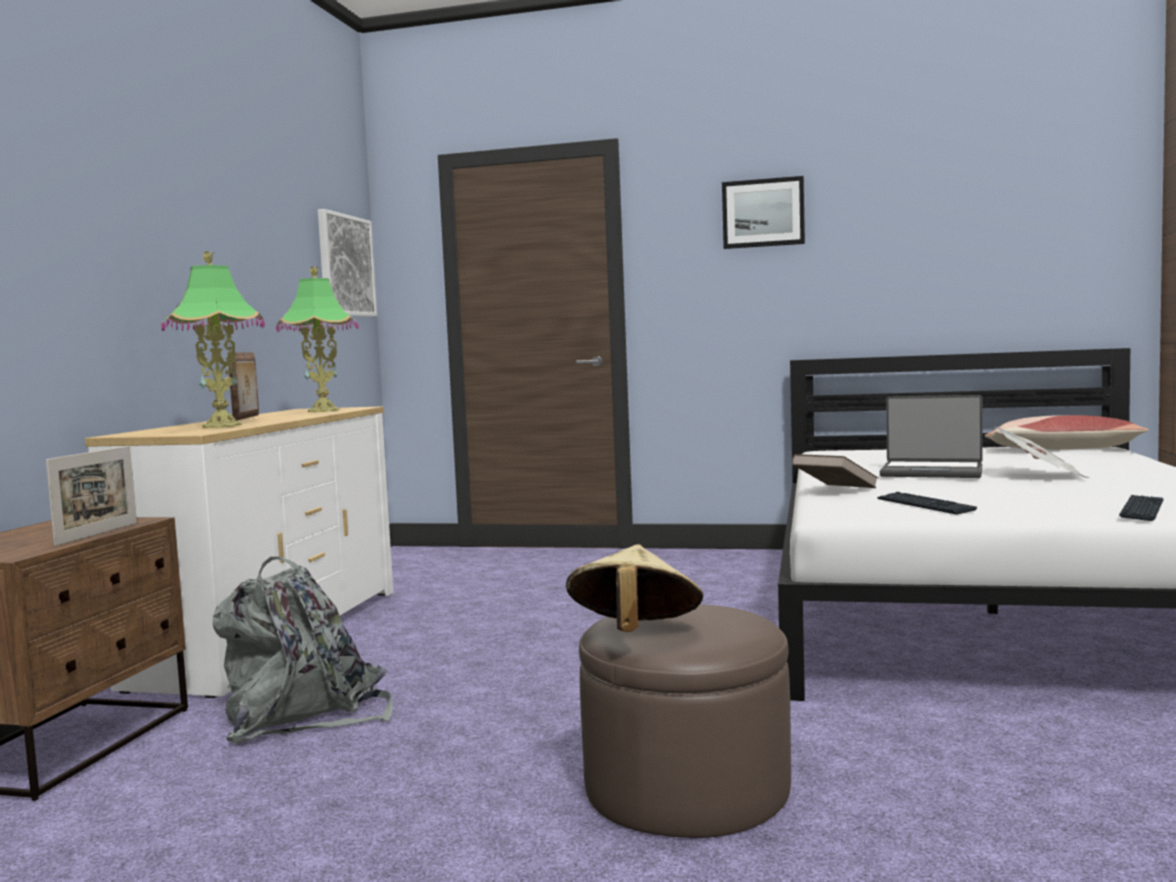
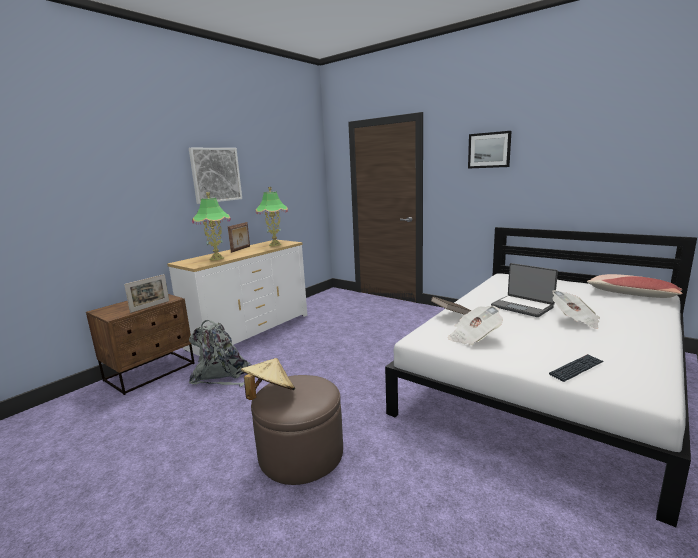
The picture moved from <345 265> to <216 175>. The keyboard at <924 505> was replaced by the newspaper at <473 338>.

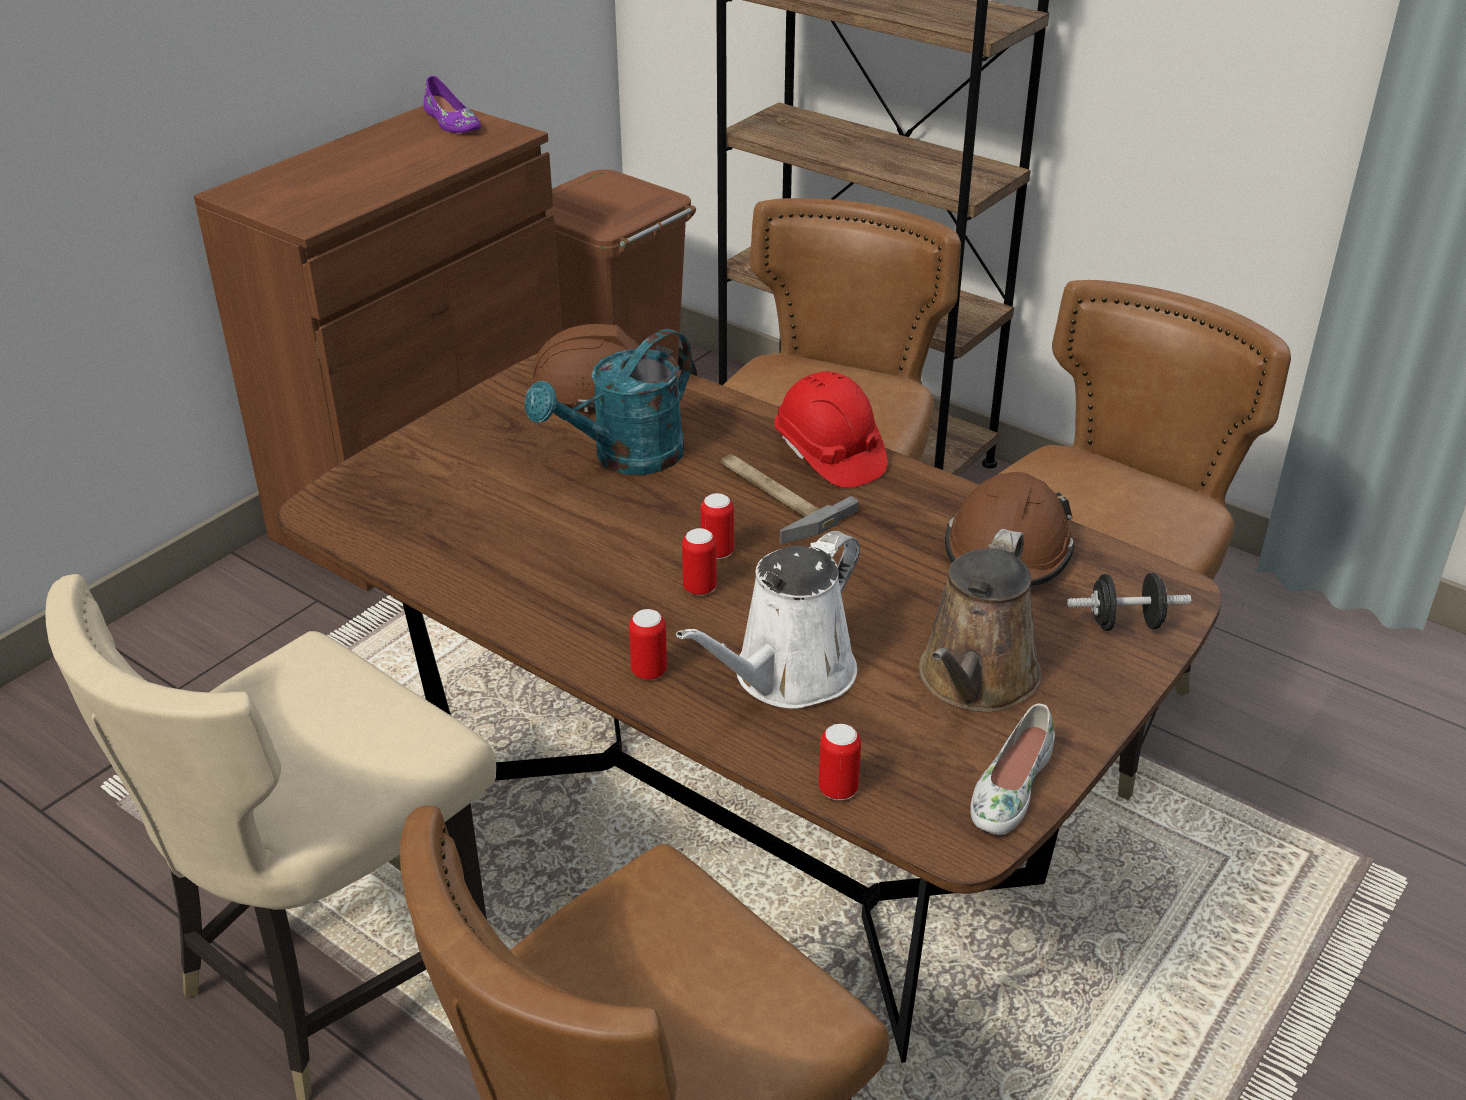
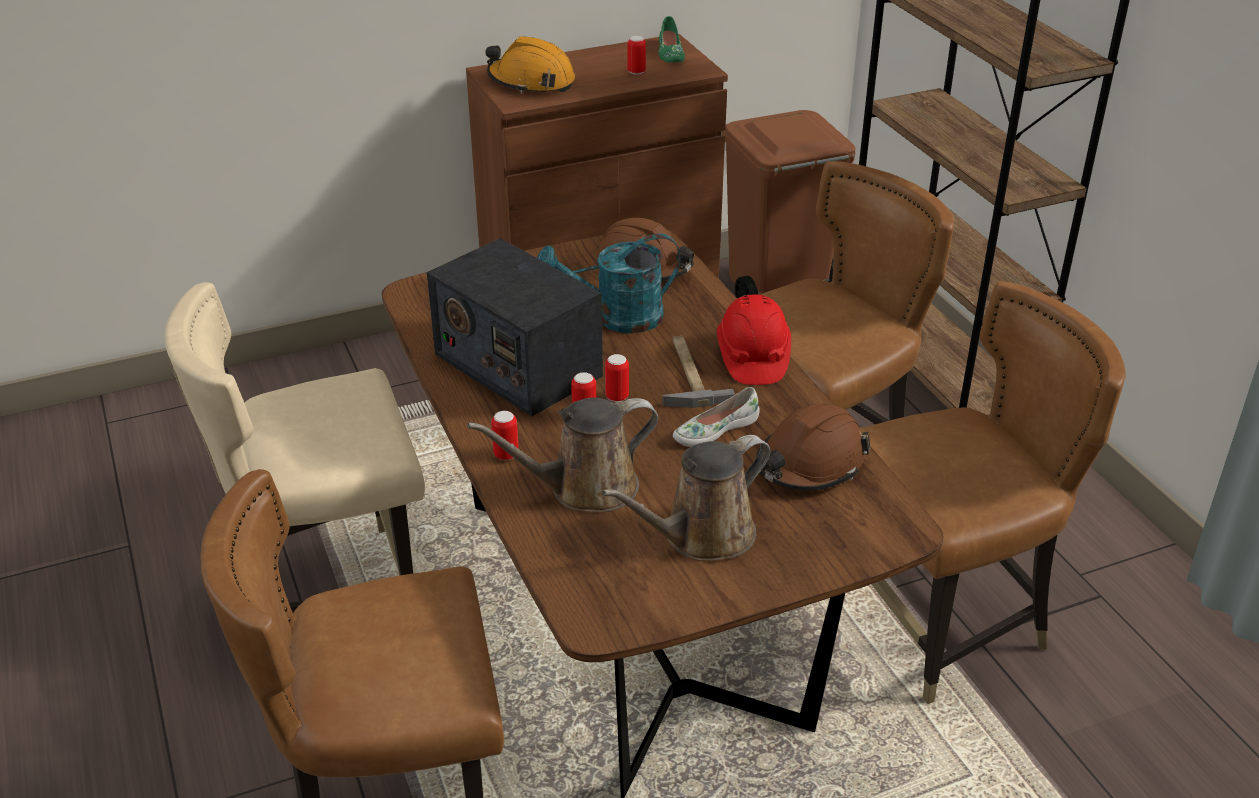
The shoe in purple at <451 122> became the shoe in green at <670 52>. The watering can in white at <787 677> became the watering can in brown at <585 488>. The can moved from <838 789> to <636 72>. The shoe in white moved from <1009 787> to <715 429>. The dumbbell in black at <1125 623> disappeared. The radio at <517 364> appeared. The hard hat in orange at <531 82> appeared.

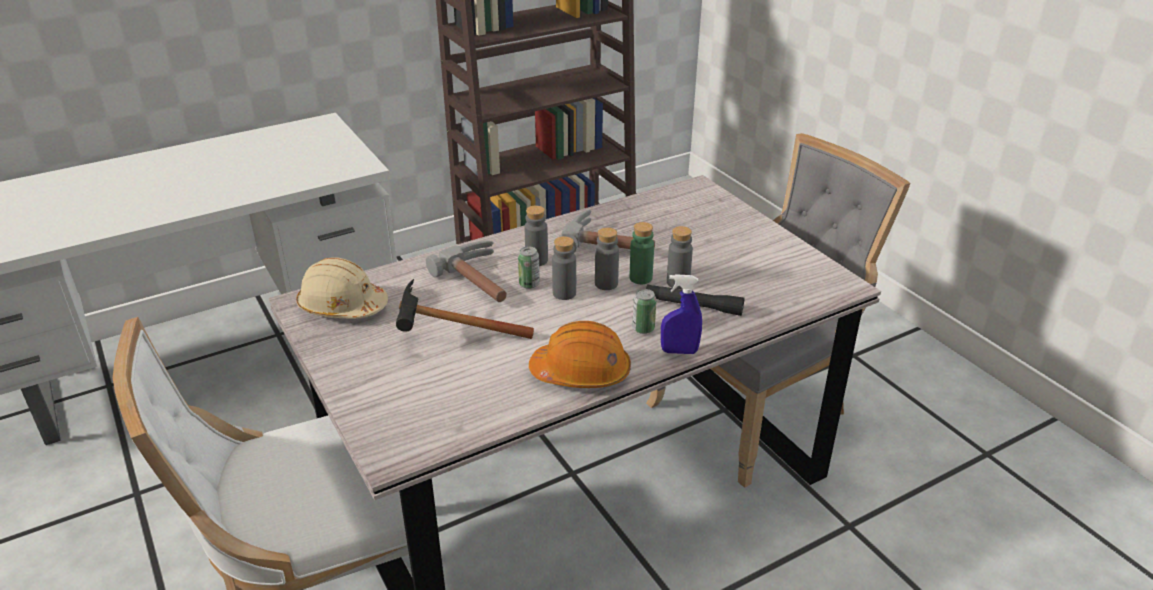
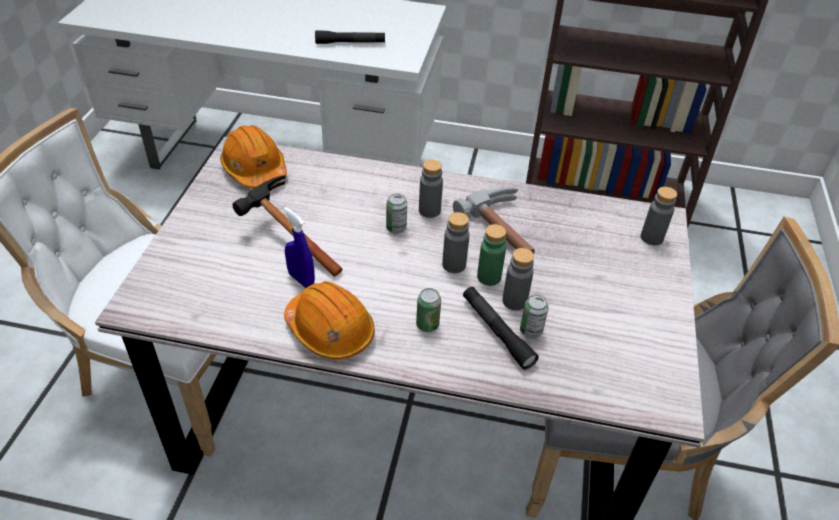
The hard hat in beige at <342 306> became the hard hat in orange at <254 170>. The hammer at <483 280> disappeared. The bottle in grey moved from <564 293> to <651 237>. The spray bottle in blue moved from <679 351> to <301 279>. The flashlight in black at <350 43> appeared. The can at <531 331> appeared.

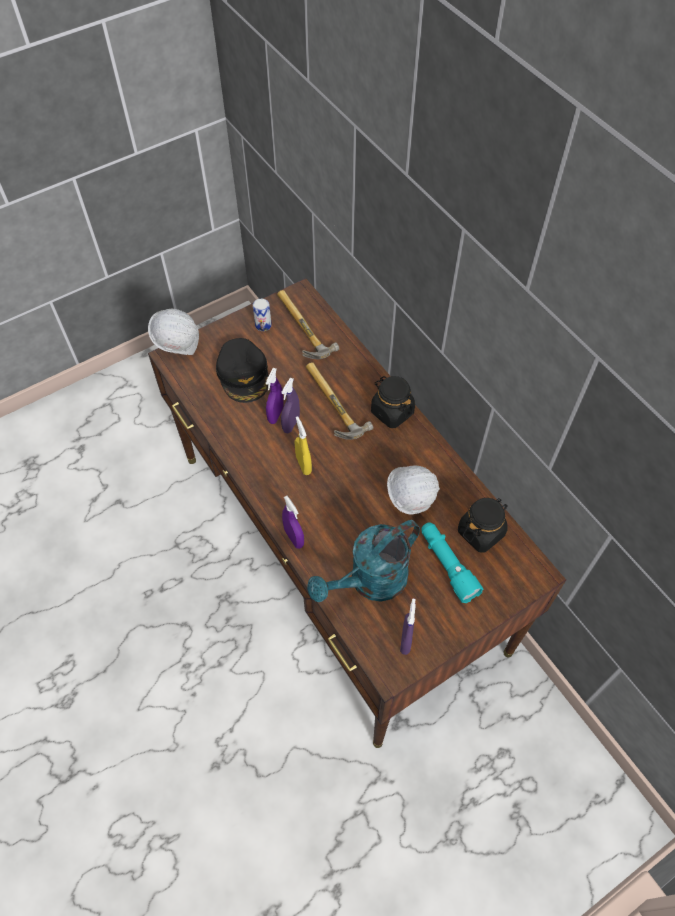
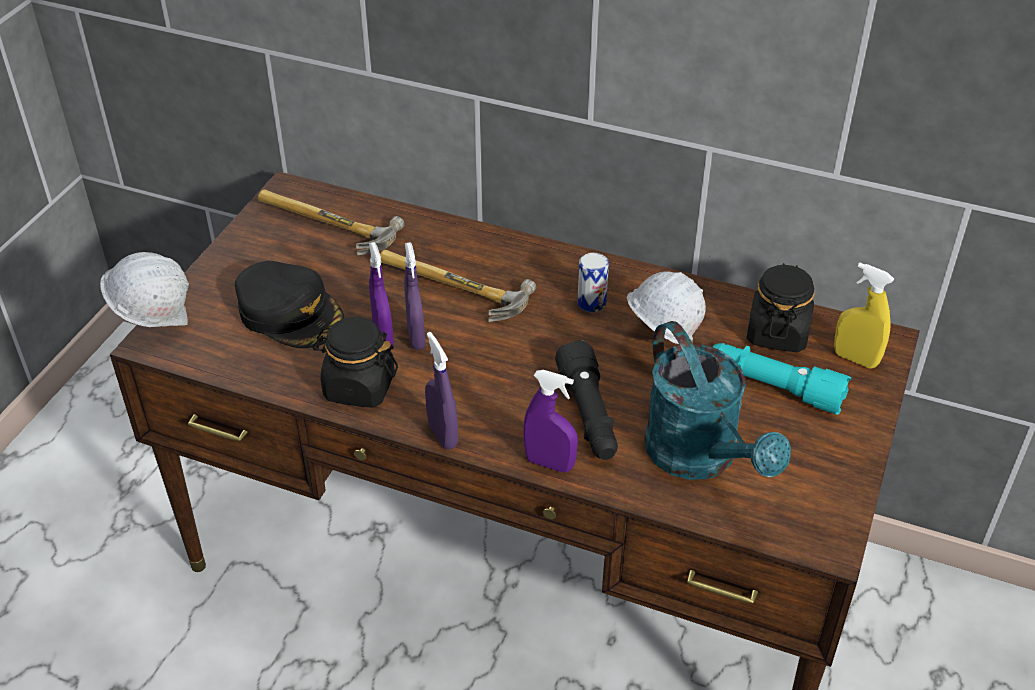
The can moved from <263 325> to <591 303>. The spray bottle in yellow moved from <303 465> to <855 359>. The watering can in turquoise at <370 582> turned 45 degrees counterclockwise. The jar in black moved from <392 412> to <359 387>. The spray bottle in purple moved from <406 640> to <442 435>. The flashlight in black at <589 416> appeared.

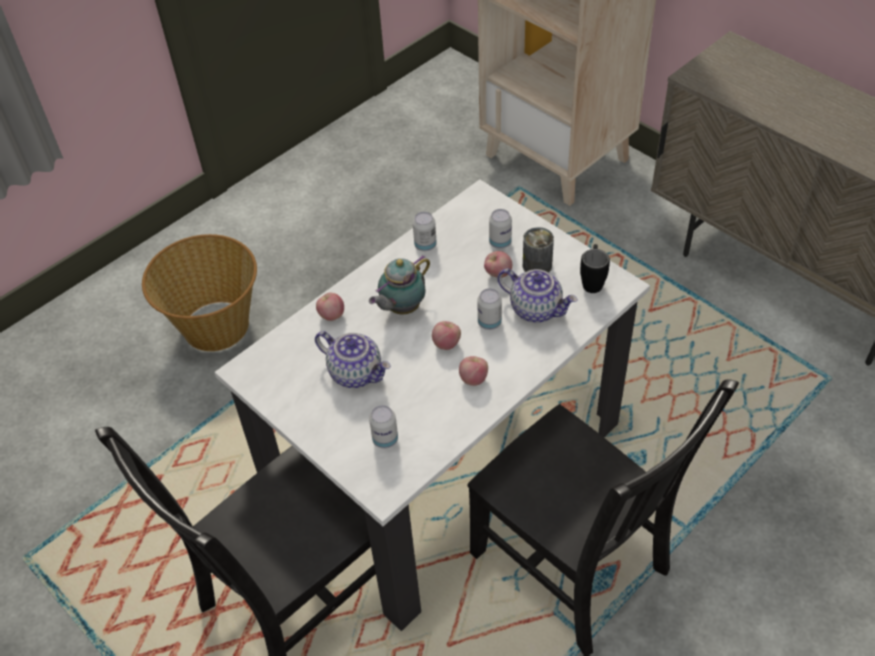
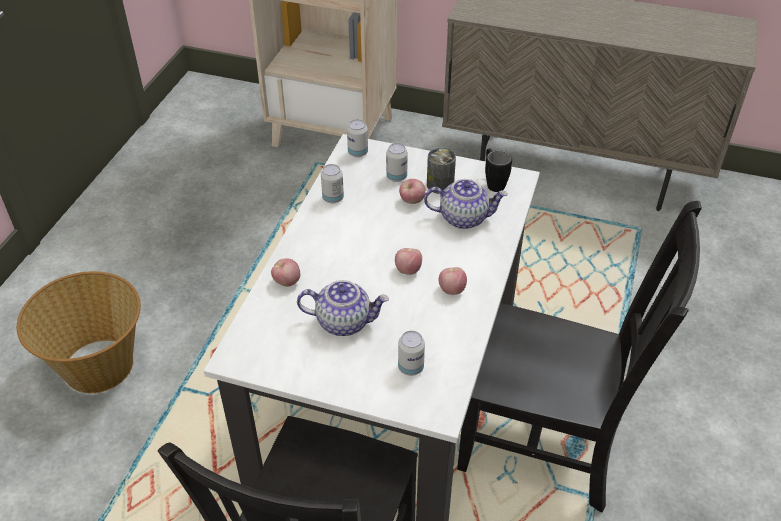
The teapot at <401 308> disappeared. The can moved from <489 323> to <358 152>.

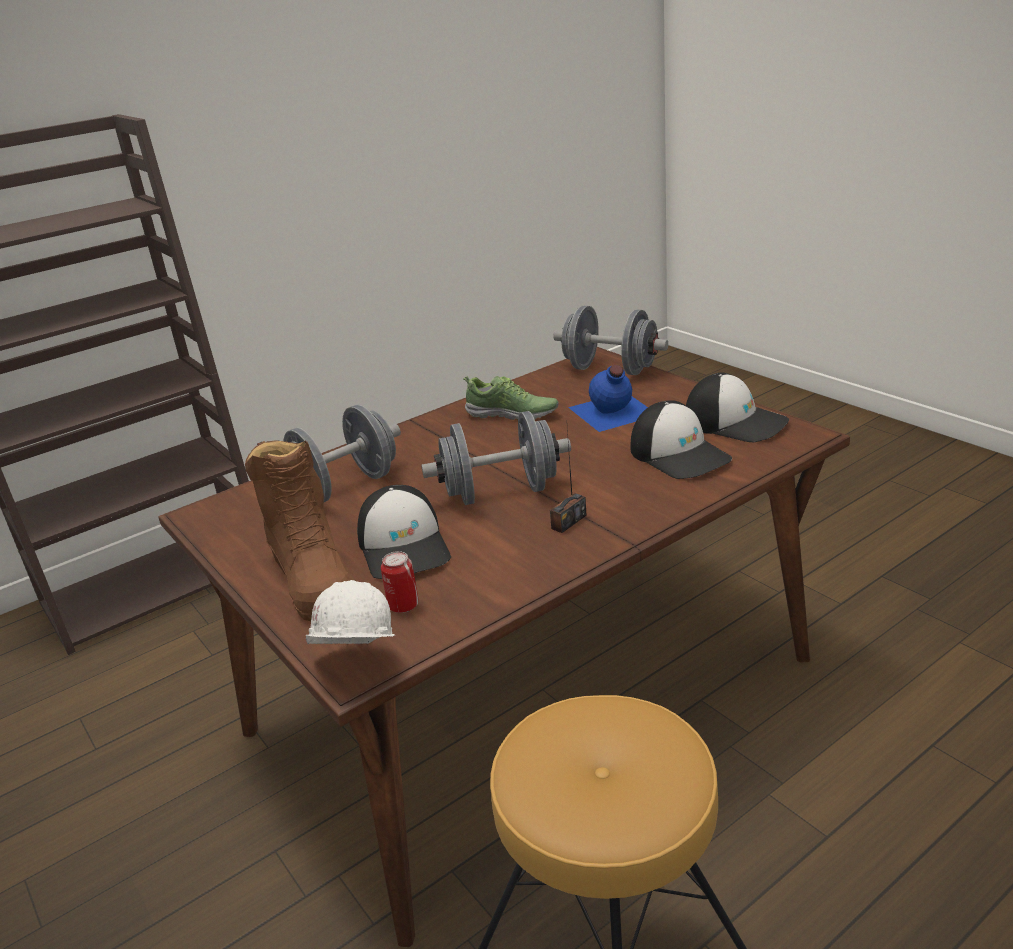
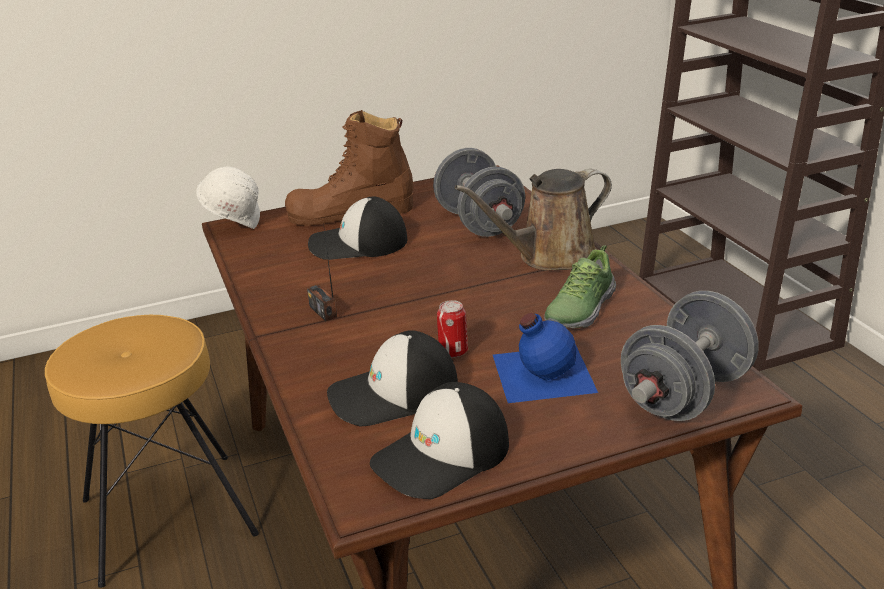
The can moved from <403 605> to <453 351>. The dumbbell in grey at <500 493> disappeared. The watering can in brown at <550 257> appeared.

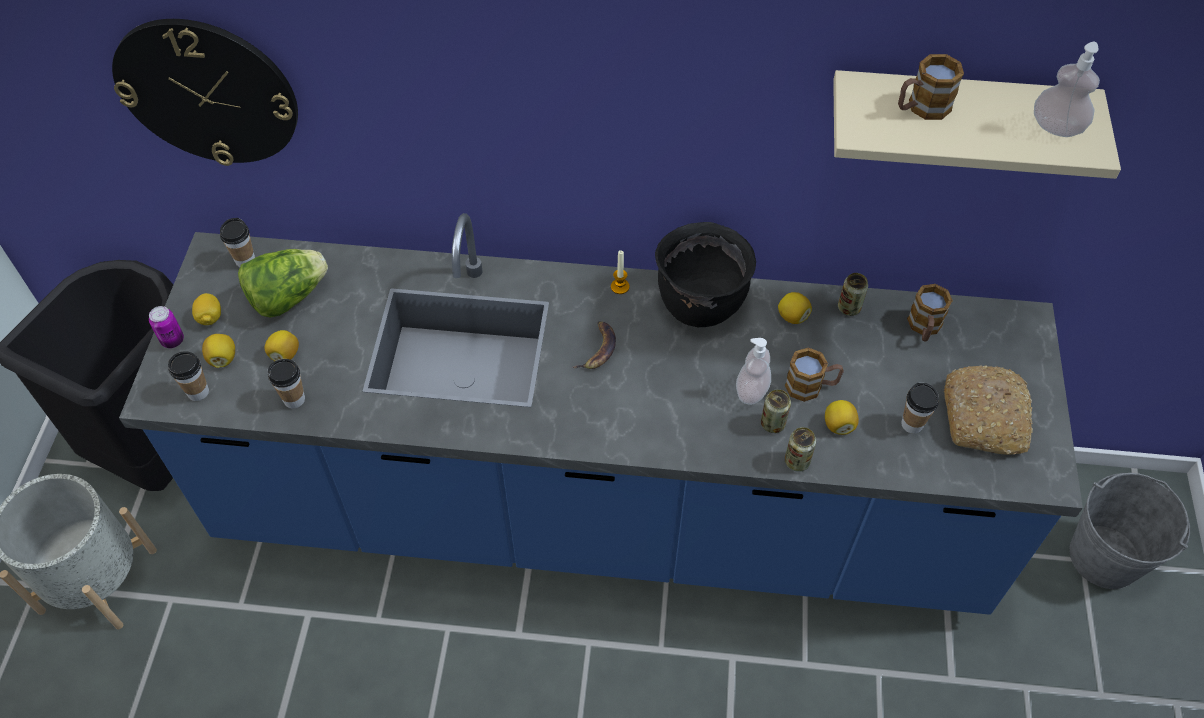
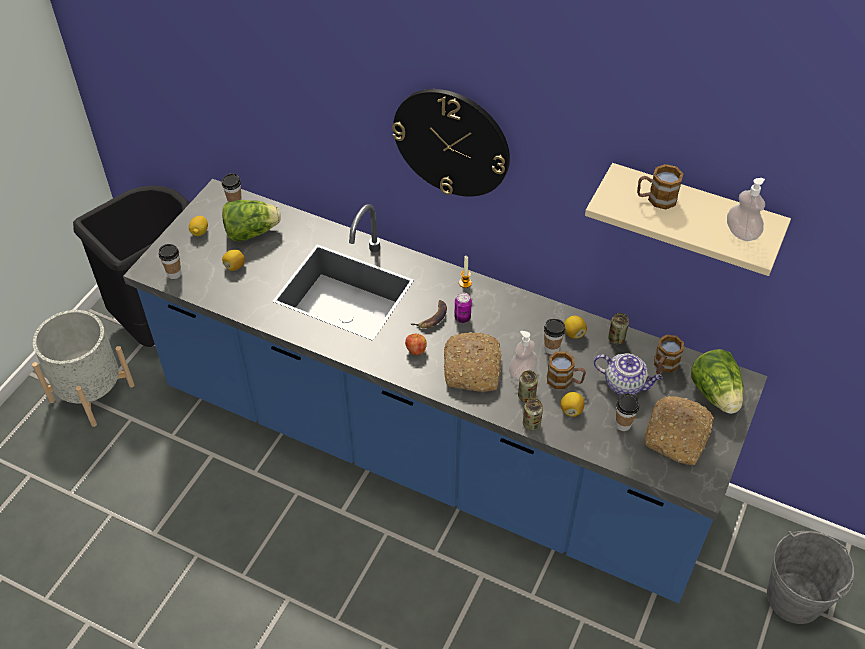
The wall clock moved from <207 92> to <451 142>. The can moved from <173 340> to <462 318>. The lemon at <223 358> disappeared. The cup moved from <294 399> to <551 348>. The cooking pot in black at <700 303> disappeared. The apple at <416 350> appeared. The bread at <473 368> appeared. The teapot at <625 384> appeared. The lettuce at <715 394> appeared.

